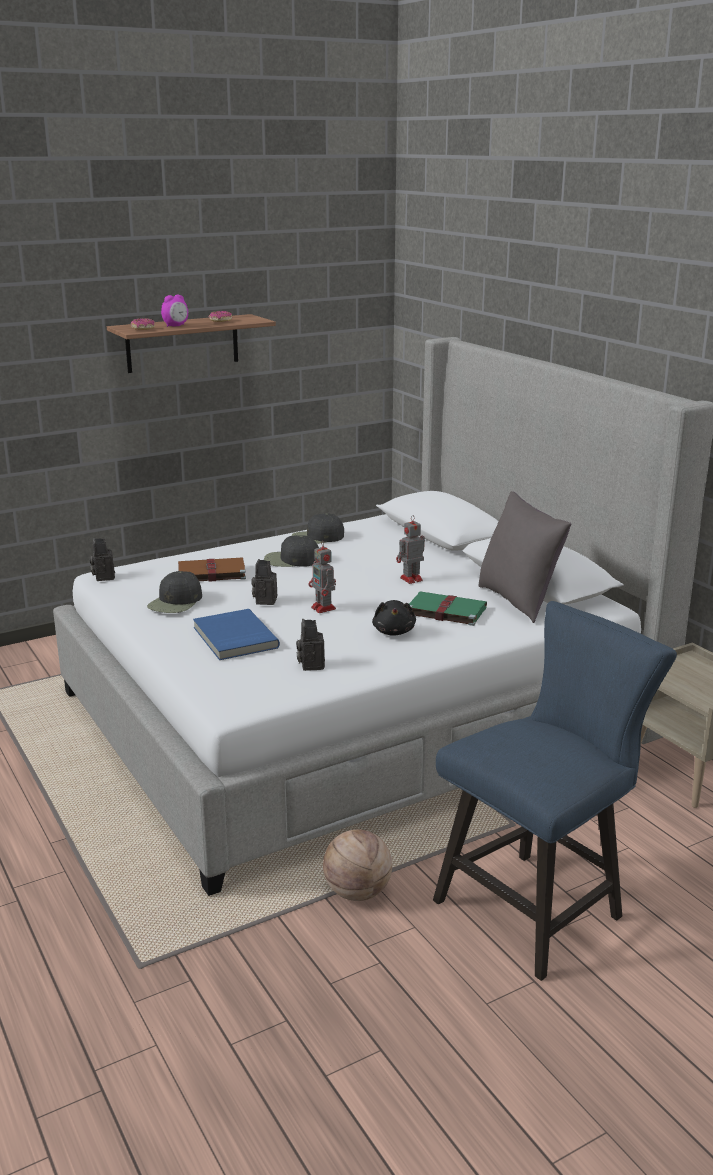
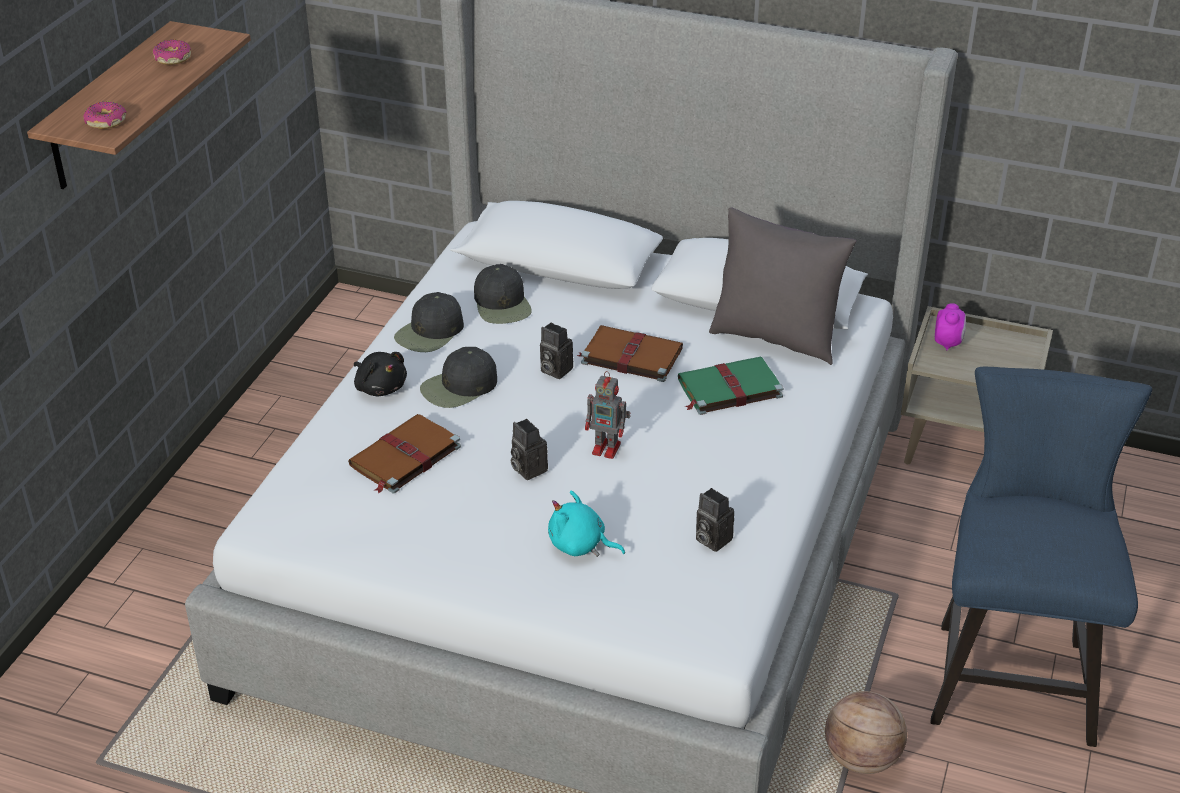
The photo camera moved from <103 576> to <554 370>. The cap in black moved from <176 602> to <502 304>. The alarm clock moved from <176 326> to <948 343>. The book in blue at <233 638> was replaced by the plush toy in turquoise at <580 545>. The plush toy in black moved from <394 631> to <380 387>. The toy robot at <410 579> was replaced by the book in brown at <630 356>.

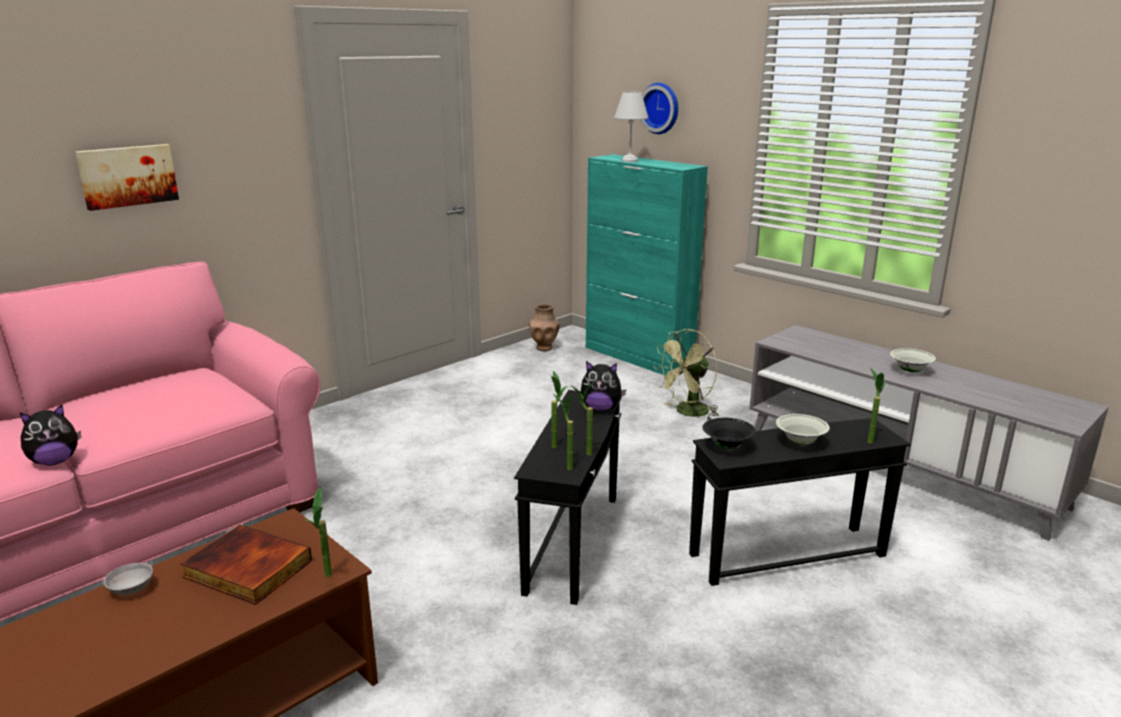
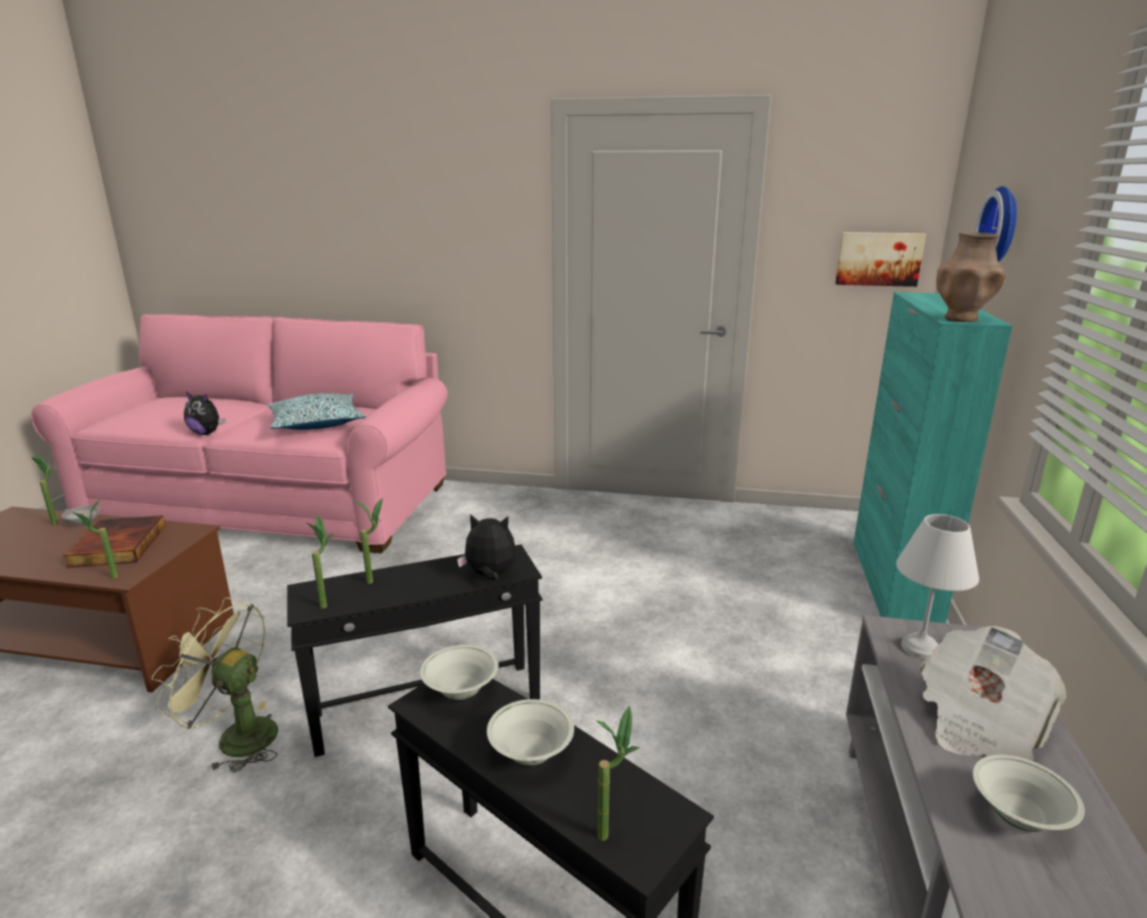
The picture moved from <127 176> to <878 259>. The vase in brown moved from <544 348> to <961 319>. The potted plant moved from <583 453> to <56 521>. The plush toy at <601 408> turned 120 degrees clockwise. The table lamp in white moved from <629 161> to <918 648>. The fan in green moved from <687 413> to <236 736>. The bowl in black at <727 446> became the bowl in white at <461 692>. The pillow at <317 423> appeared. The newspaper at <978 721> appeared.

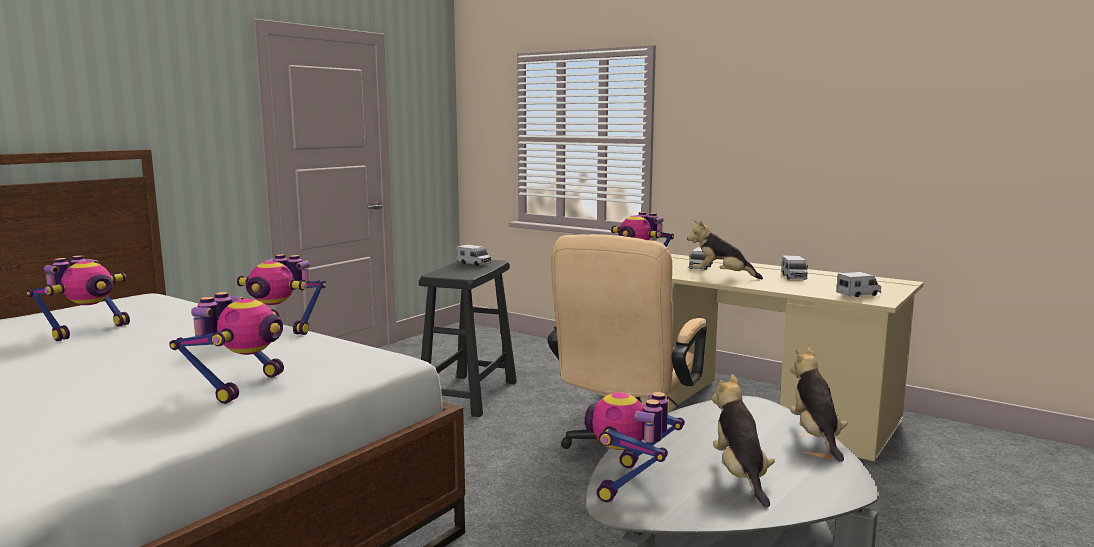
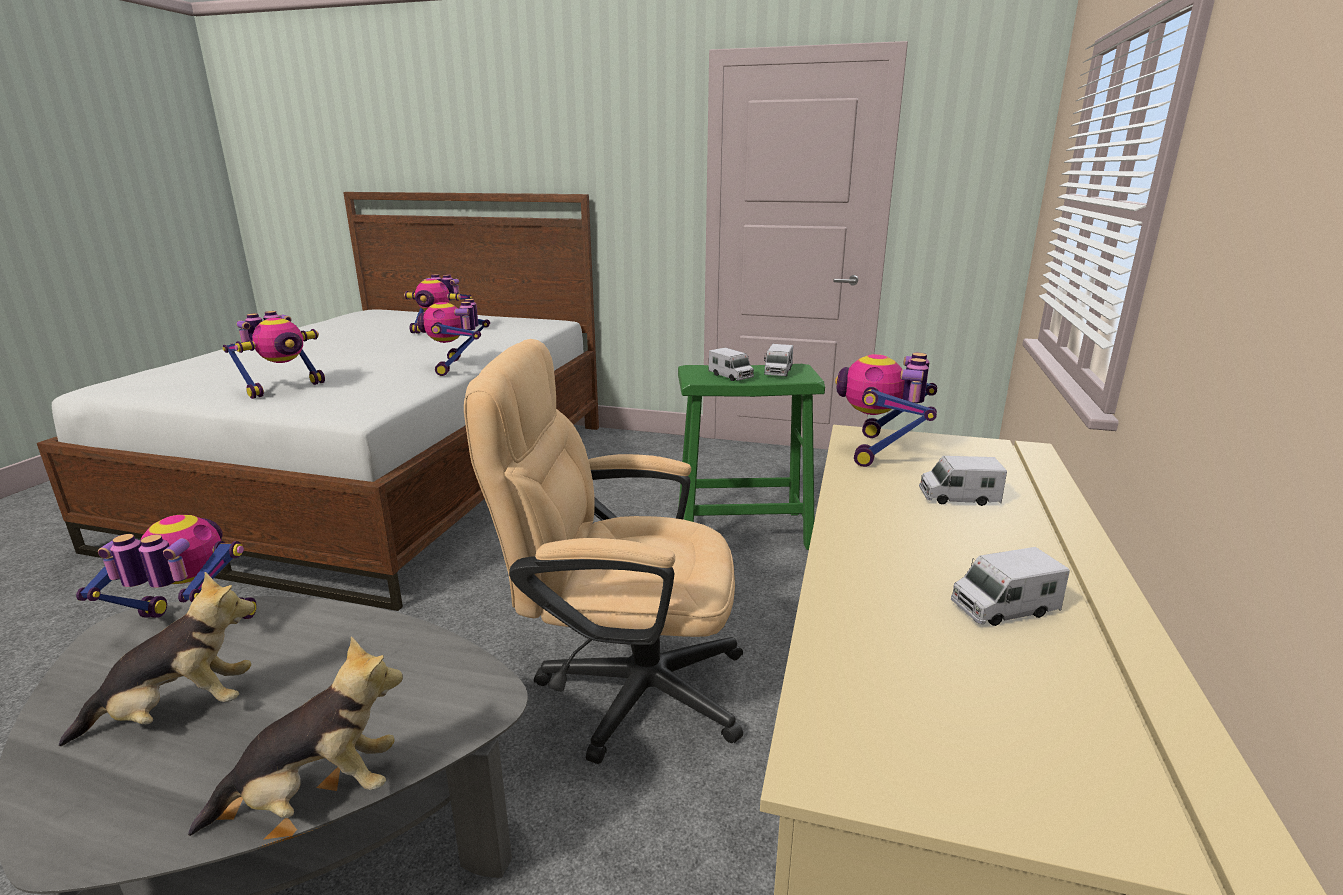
The toy robot at <241 386> turned 45 degrees counterclockwise. The stool in black at <469 395> became the stool in green at <743 530>. The plush toy at <721 276> disappeared. The toy truck moved from <858 294> to <730 376>.

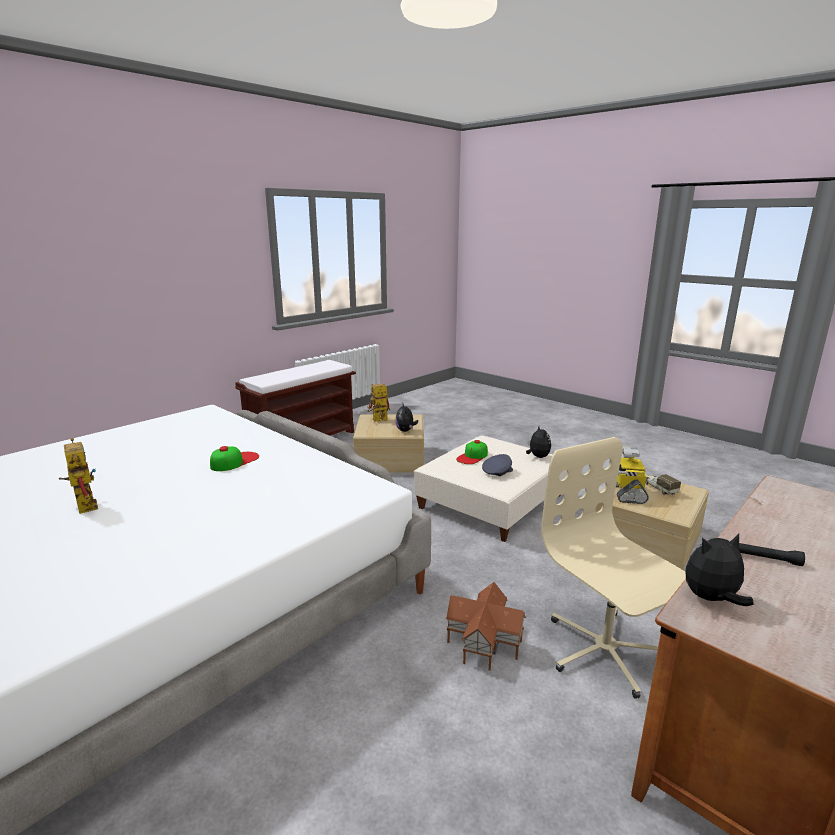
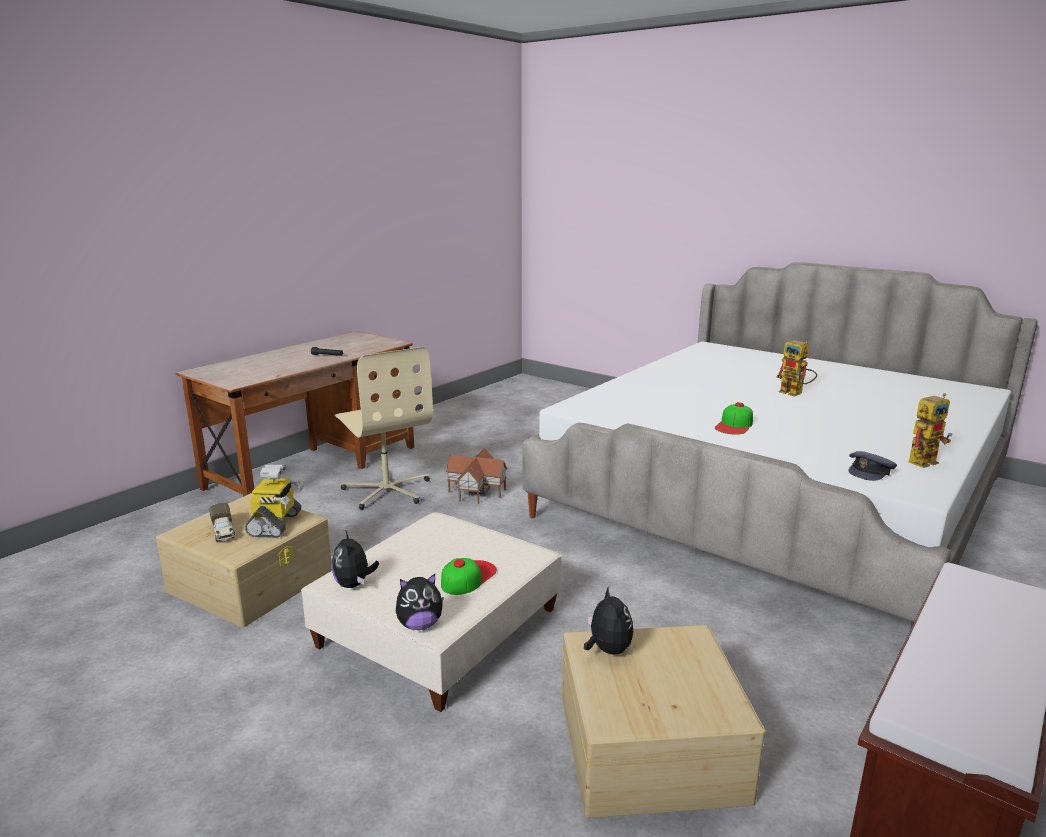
The toy robot moved from <377 420> to <924 460>. The cap in grey moved from <497 471> to <870 471>. The plush toy moved from <711 599> to <419 625>.

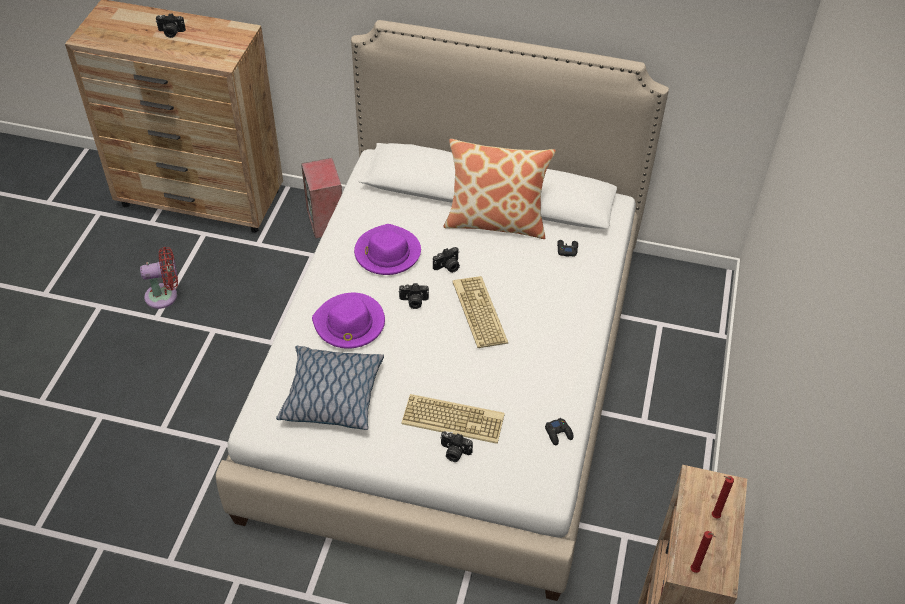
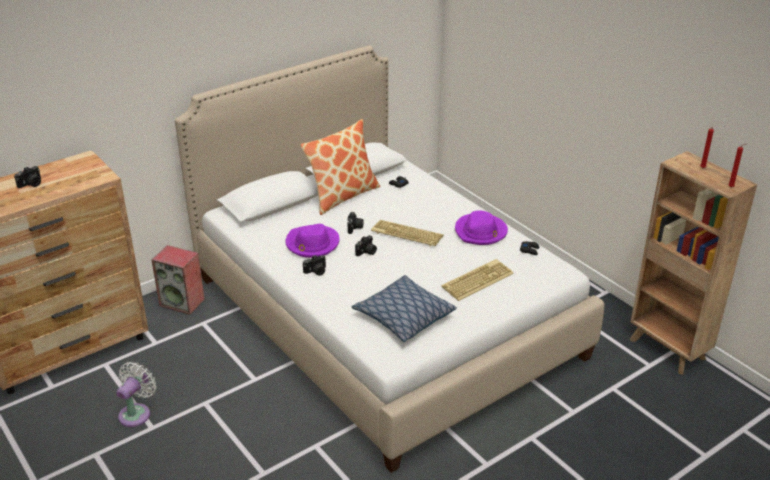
The fan in red at <165 296> became the fan in white at <136 413>. The hat in purple moved from <349 324> to <481 232>. The photo camera moved from <454 452> to <316 272>.

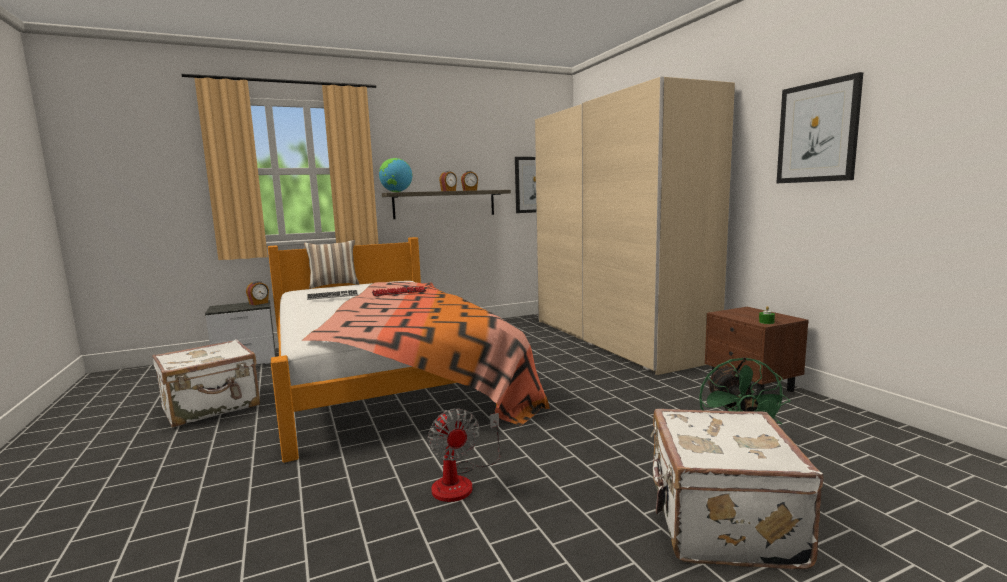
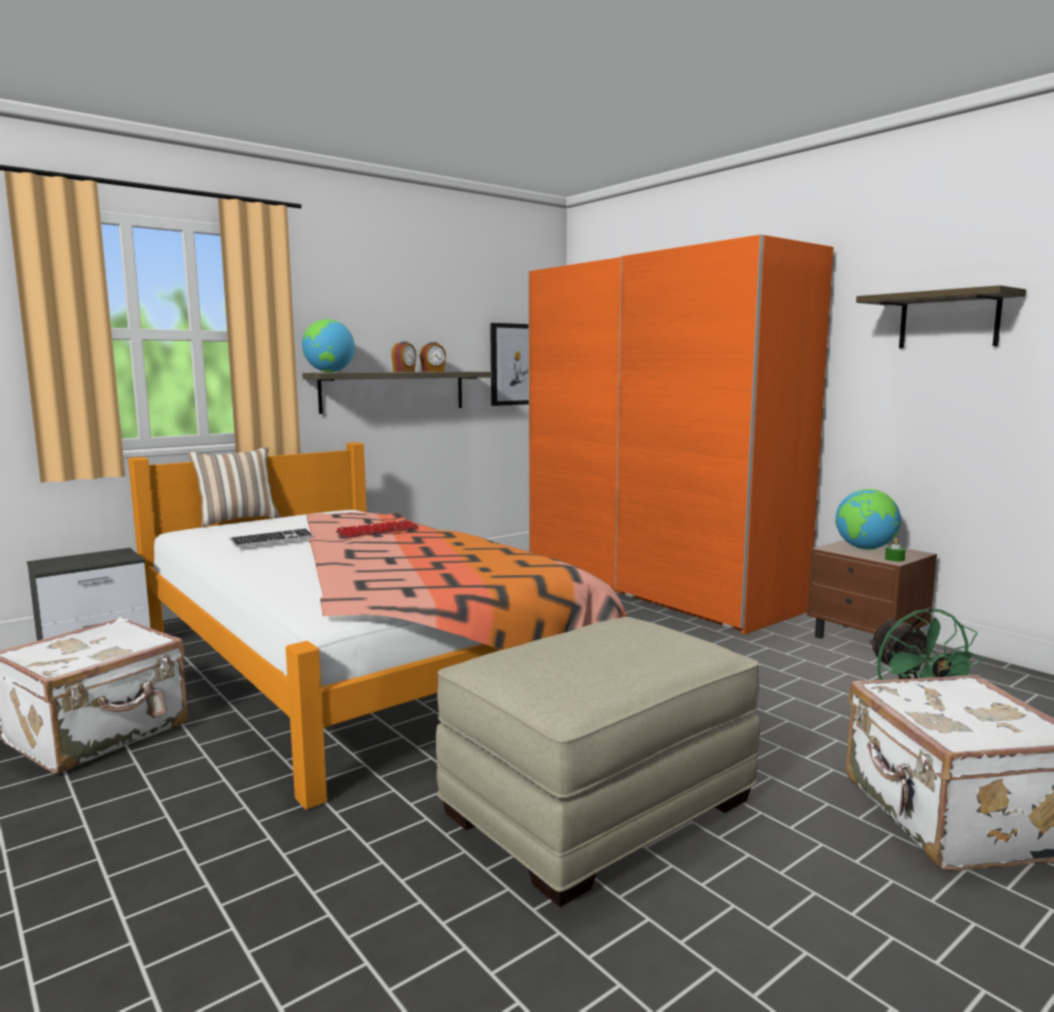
The alarm clock at <259 303> disappeared. The fan at <461 481> was replaced by the ottoman in beige at <599 806>. The wardrobe in beige at <615 339> became the wardrobe in orange at <654 586>. The picture at <817 132> was replaced by the shelf at <948 320>. The globe at <865 549> appeared.

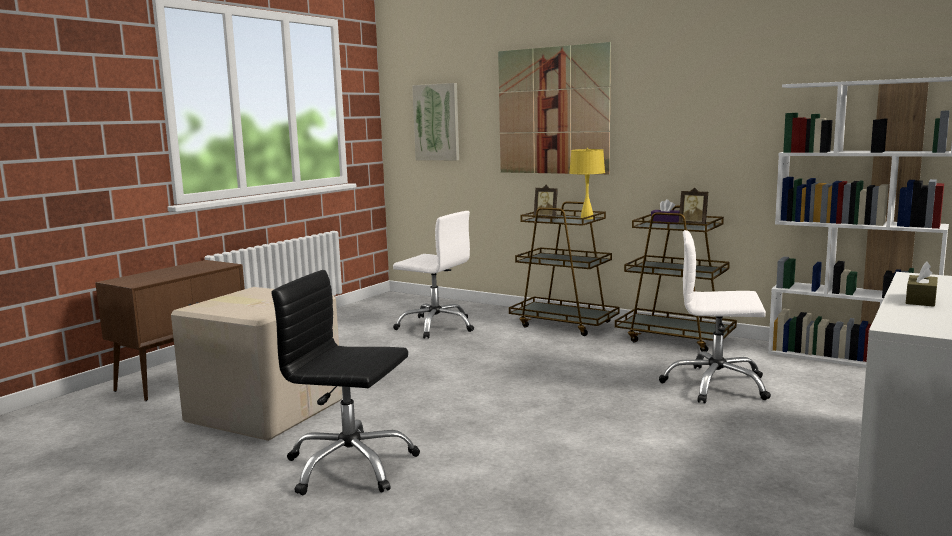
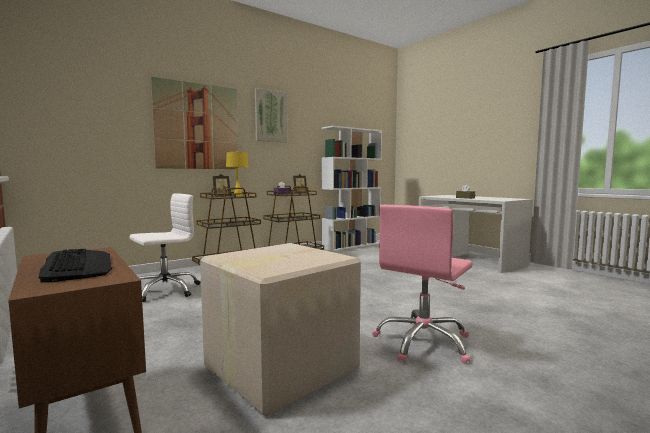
The office chair in black at <350 466> became the office chair in pink at <423 343>. The picture moved from <437 122> to <270 116>. The office chair in white at <716 385> disappeared. The keyboard at <77 265> appeared.

